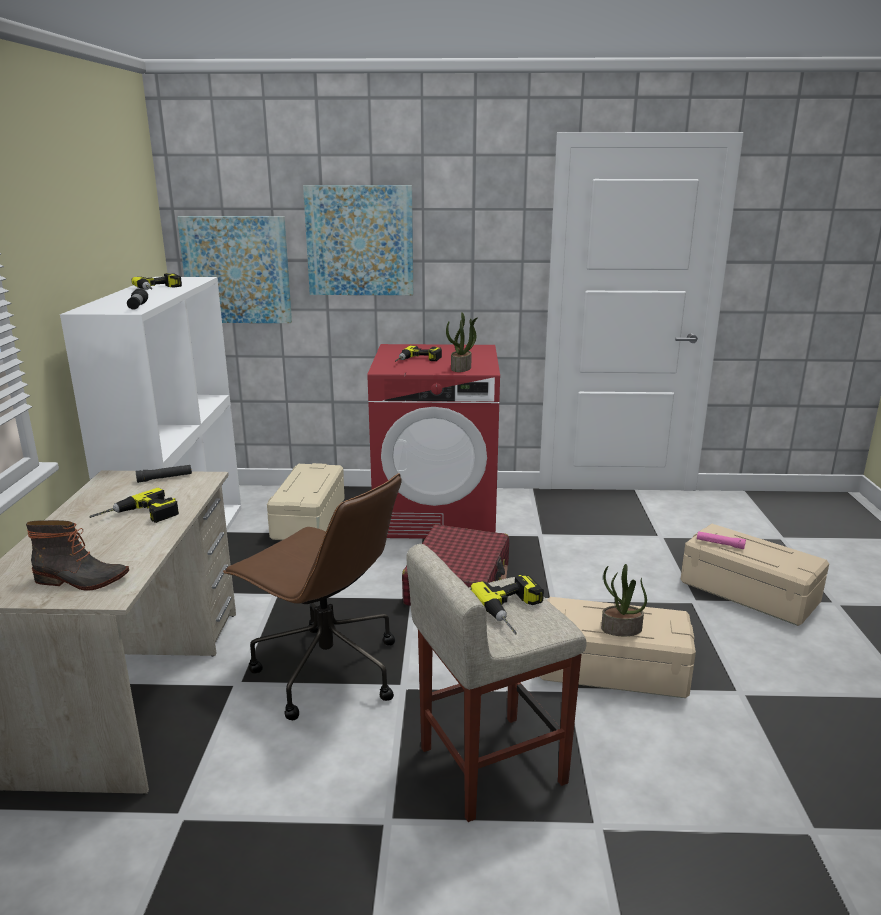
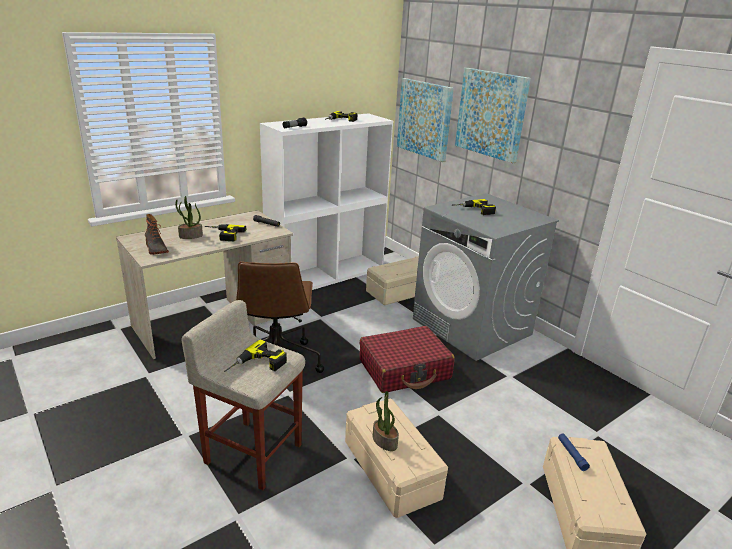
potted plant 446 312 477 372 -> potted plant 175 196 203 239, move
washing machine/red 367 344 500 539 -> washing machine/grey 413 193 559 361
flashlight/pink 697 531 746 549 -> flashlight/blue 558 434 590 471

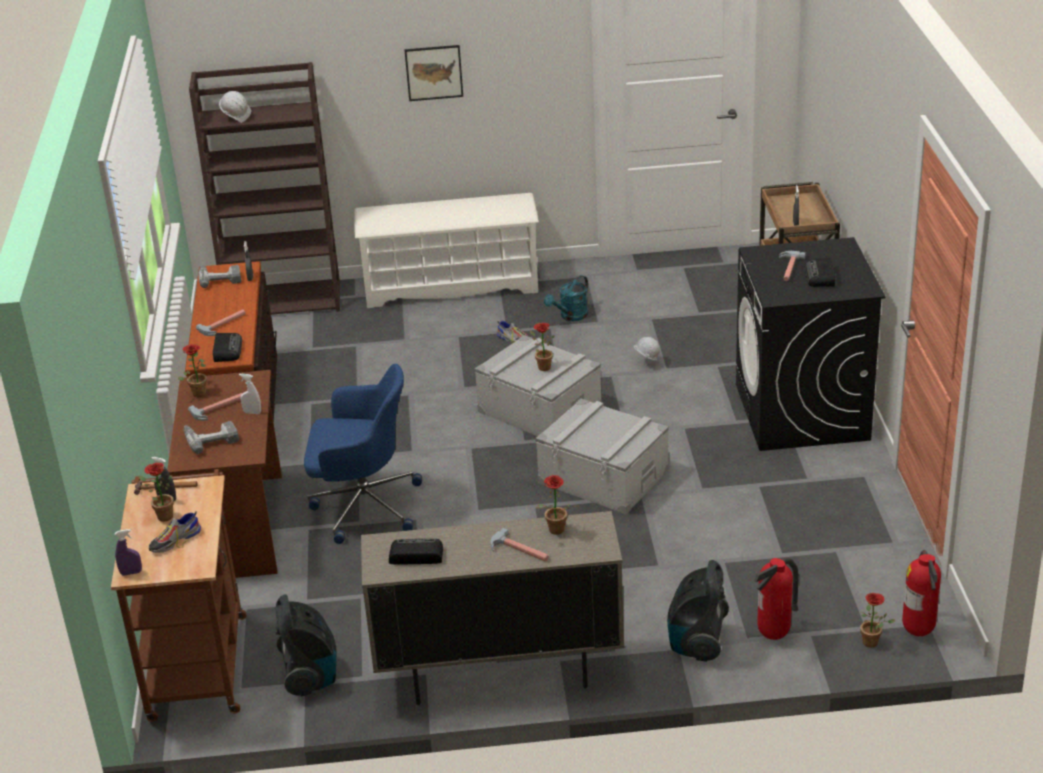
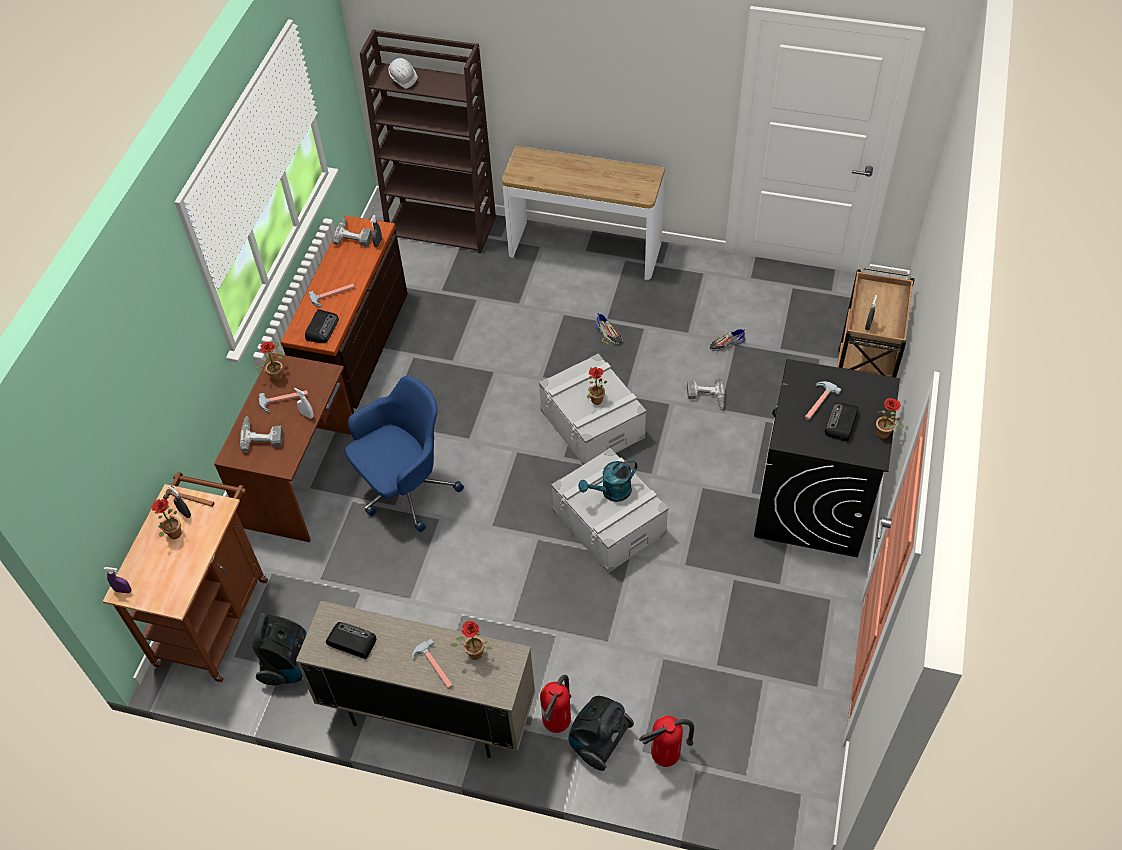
picture 404 45 463 101 -> none
shoe 148 511 201 553 -> shoe 710 329 745 351, move
watering can/turquoise 544 275 588 321 -> watering can/turquoise 578 459 637 502, move
potted plant 860 593 895 647 -> potted plant 876 398 904 439, move
fire extinguisher 902 550 941 636 -> fire extinguisher 540 675 571 733, move
shoe rack/white 354 193 539 308 -> console table 502 146 665 280
hard hat/white 633 337 660 361 -> power drill 687 378 725 409
office chair/blue 304 364 422 544 -> office chair/blue 345 376 464 532, 60 degrees counterclockwise

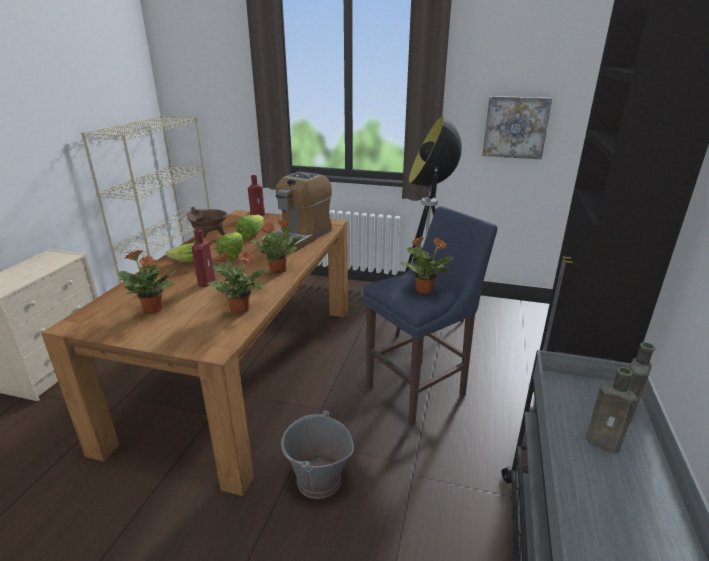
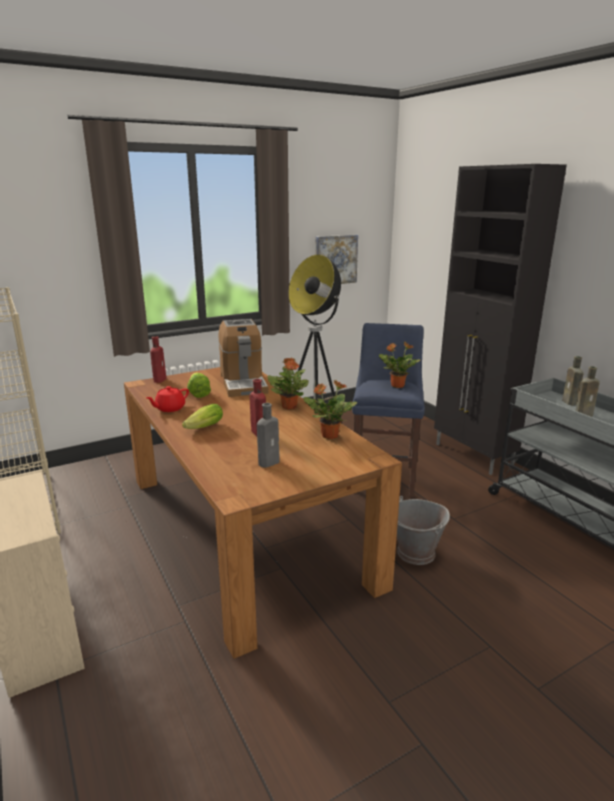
lettuce 216 232 244 260 -> none
potted plant 118 250 176 314 -> bottle/grey 257 403 280 468
cooking pot/brown 187 207 228 238 -> teapot/red 146 386 189 412

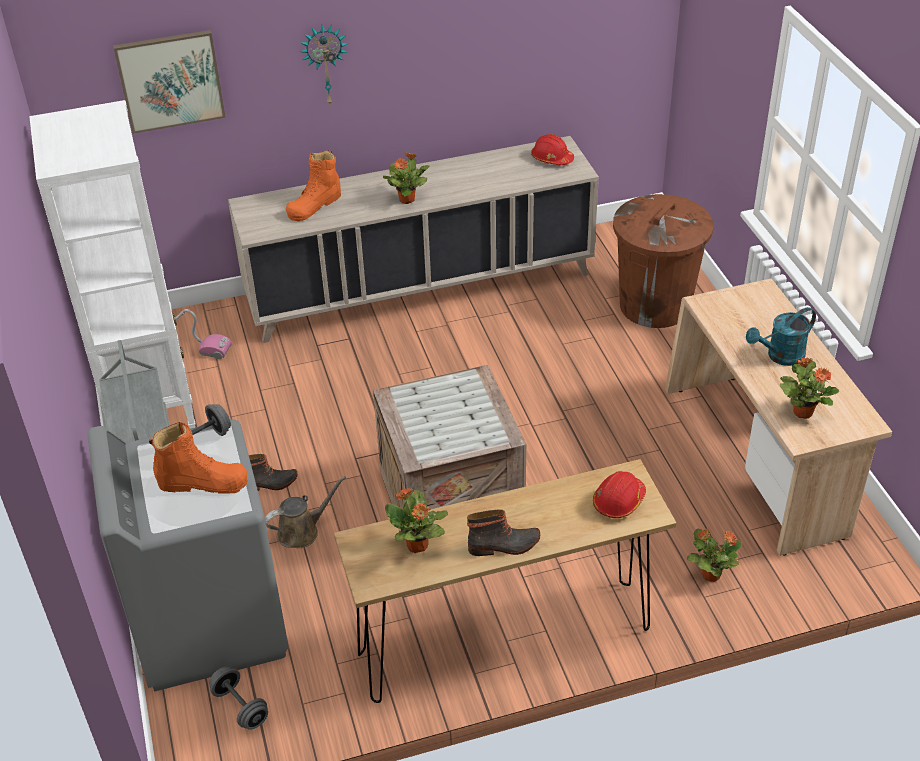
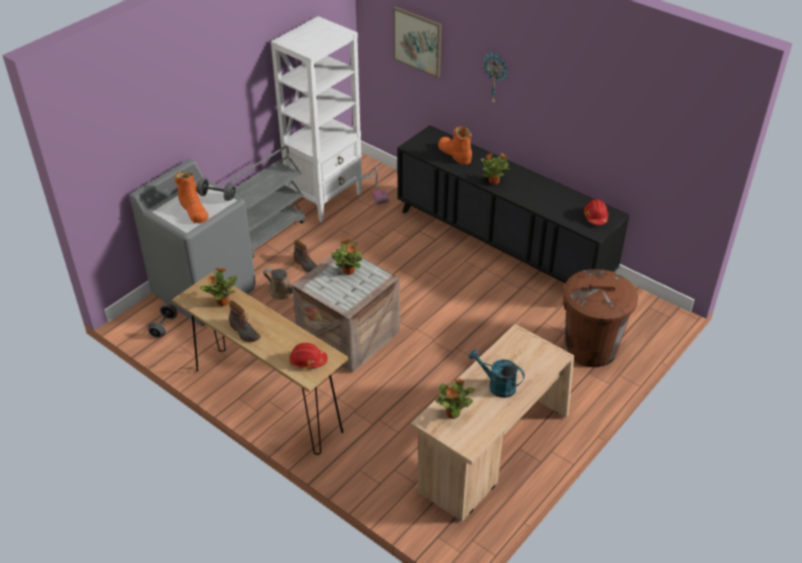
potted plant 687 529 742 582 -> potted plant 331 239 362 275, move
cabinet/beige 228 136 599 343 -> cabinet/black 397 125 629 283
boot/orange 286 150 341 221 -> boot/orange 438 126 472 165, 45 degrees clockwise

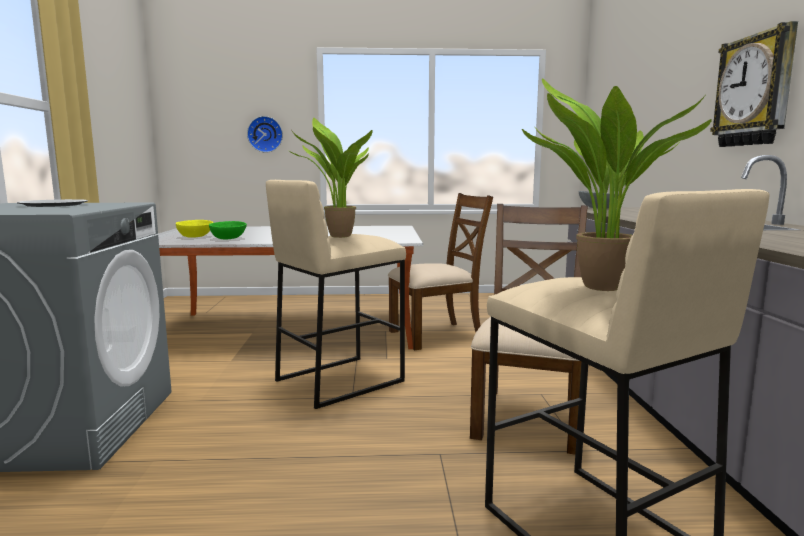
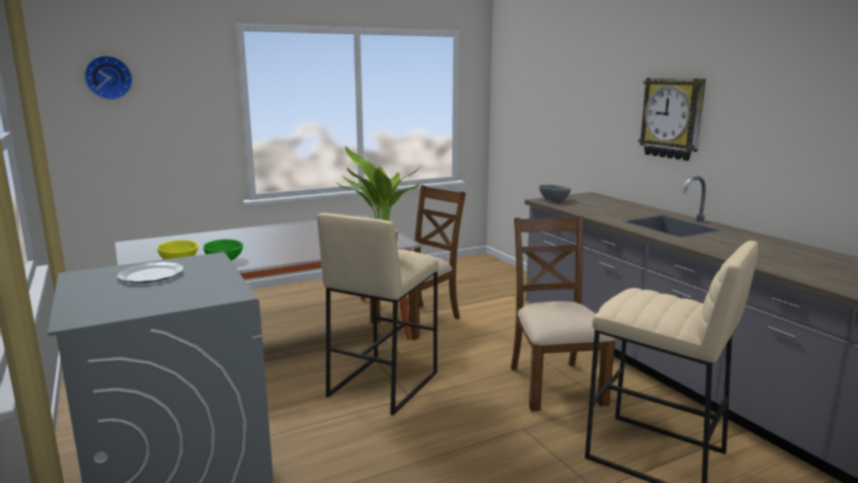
potted plant 522 78 712 291 -> none
wall clock 247 116 283 153 -> wall clock 84 55 133 100, move

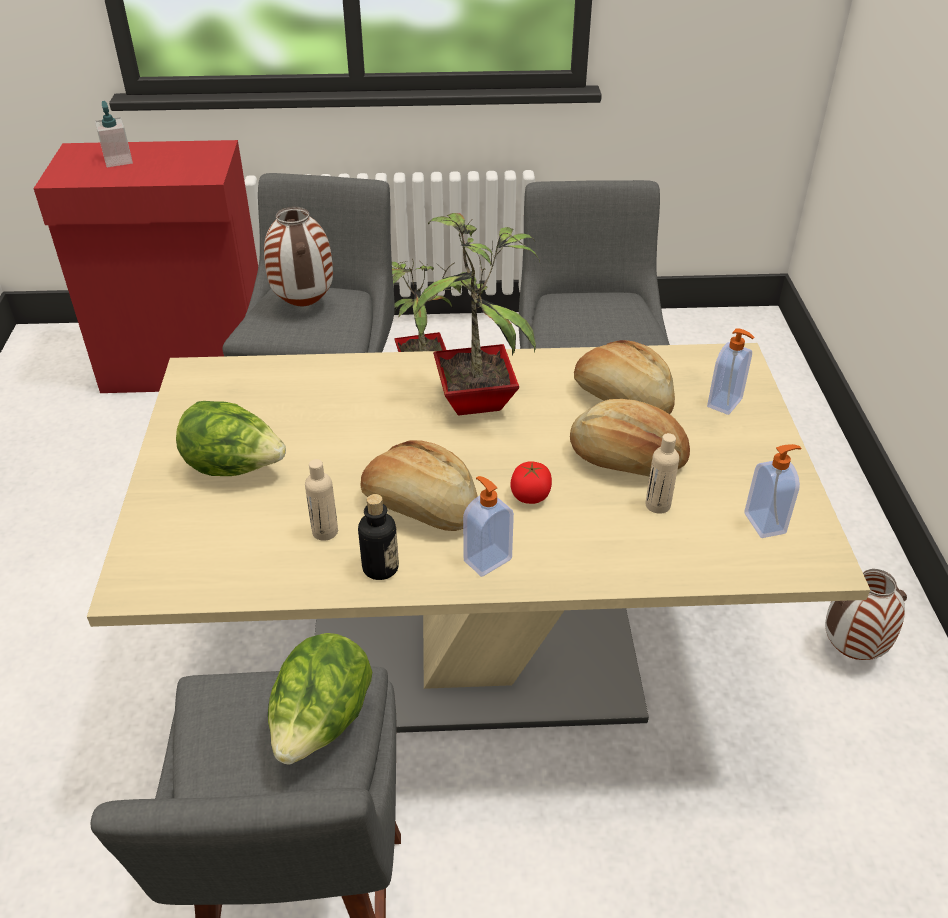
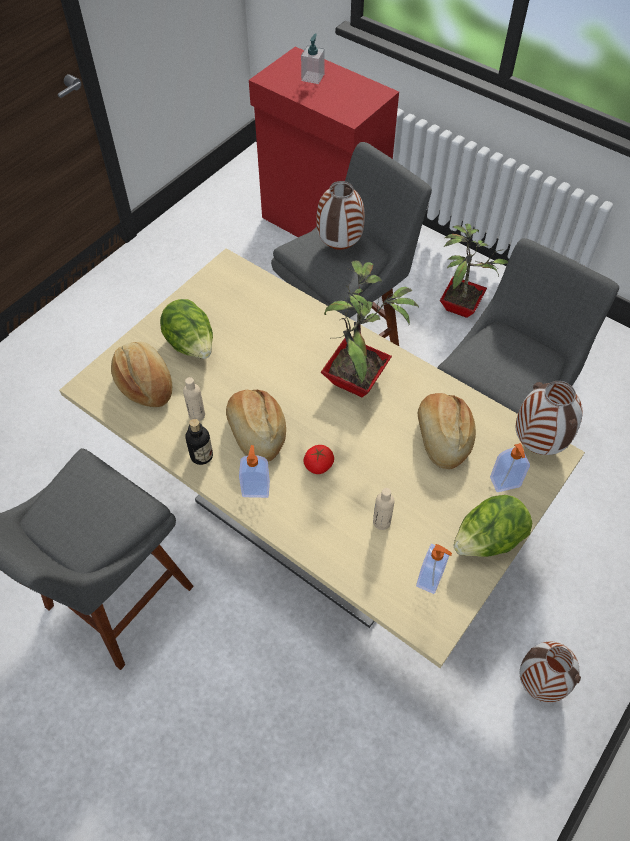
none -> vase 516 381 583 455
lettuce 268 633 372 765 -> lettuce 454 495 532 557, move
bread 570 399 690 476 -> bread 111 342 172 407, move

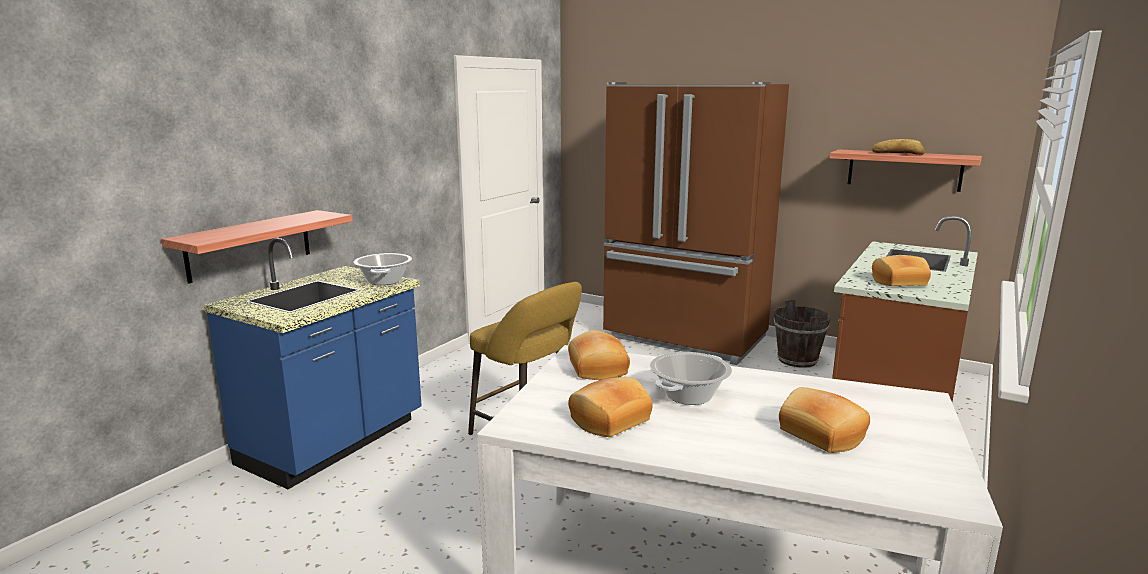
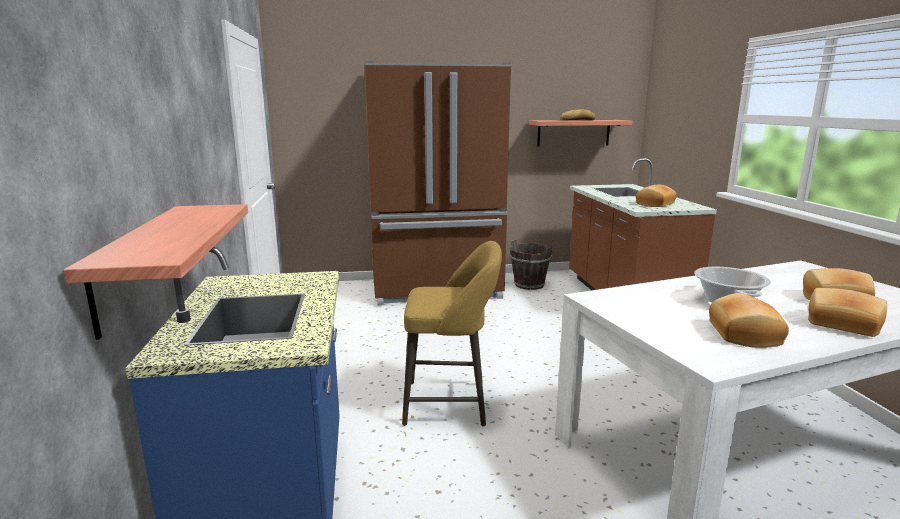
cooking pot 353 253 412 285 -> none
bread 568 330 630 380 -> bread 808 288 887 337, move

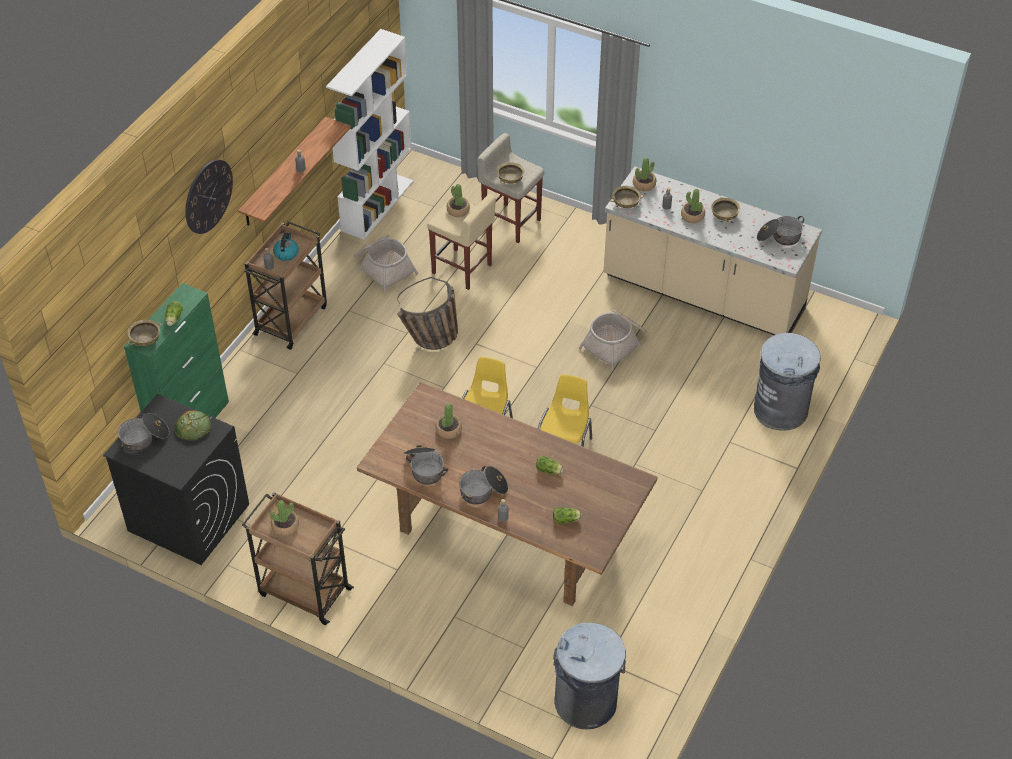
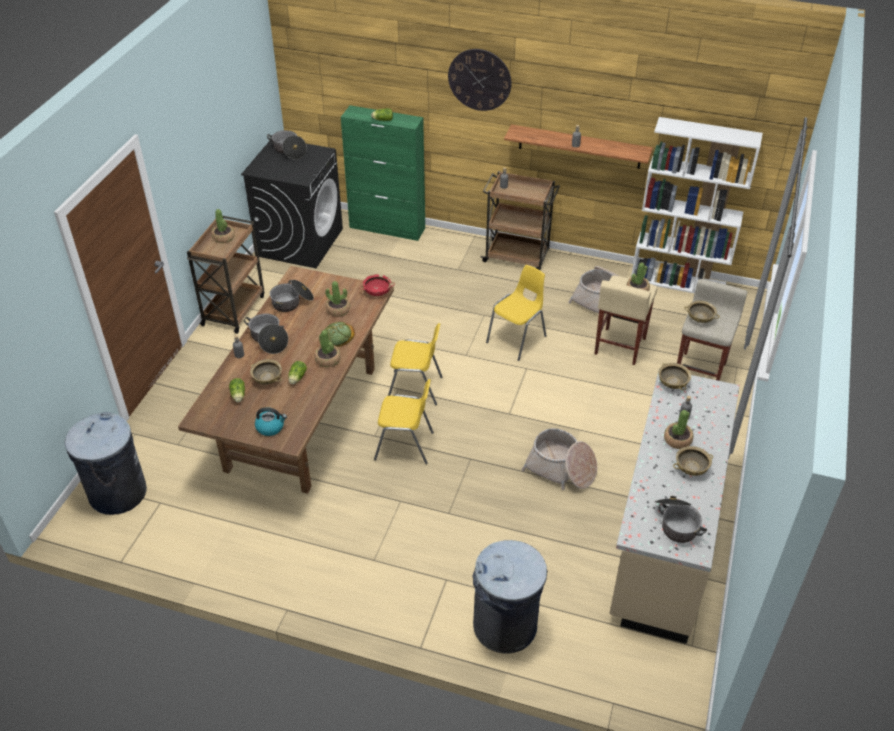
none -> bowl/red 359 274 395 296
bowl/beige 127 320 161 346 -> bowl/beige 250 359 282 385, move
bread 175 411 212 441 -> bread 324 322 355 347, move
kettle 273 232 299 261 -> kettle 255 407 287 436, move
potted plant 633 158 656 191 -> potted plant 315 330 341 367, move
basket 397 277 458 350 -> chair/yellow 486 265 546 361

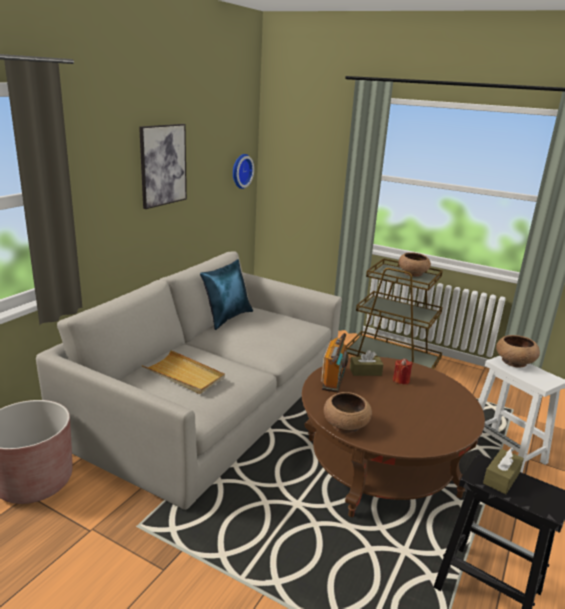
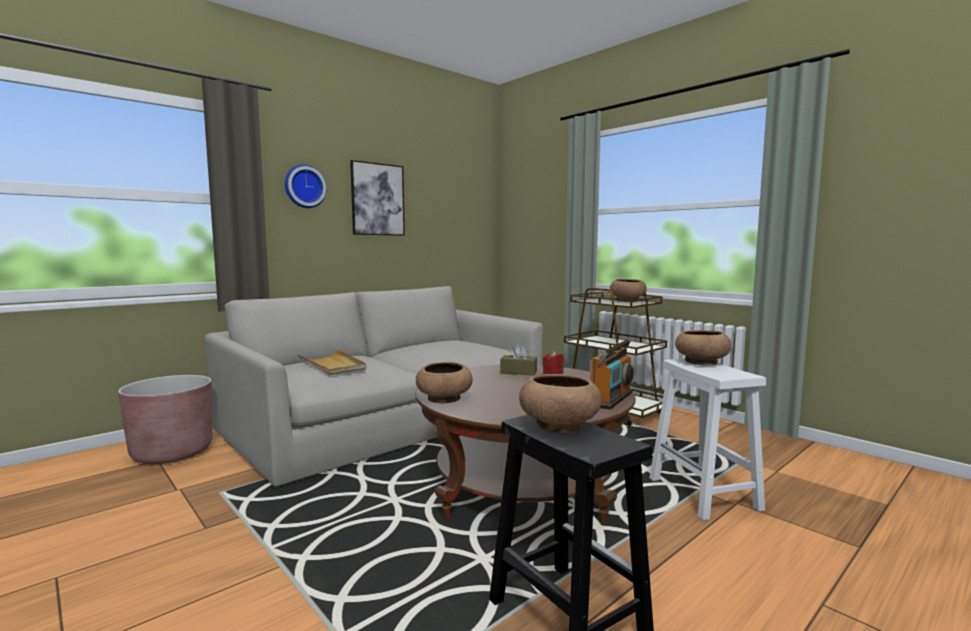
pillow/blue 200 259 253 330 -> none
wall clock 233 154 254 189 -> wall clock 285 164 327 208, move
radio 321 333 349 393 -> radio 590 340 634 410, move
tissue box/brown 483 448 524 494 -> bowl/brown 519 374 602 433

